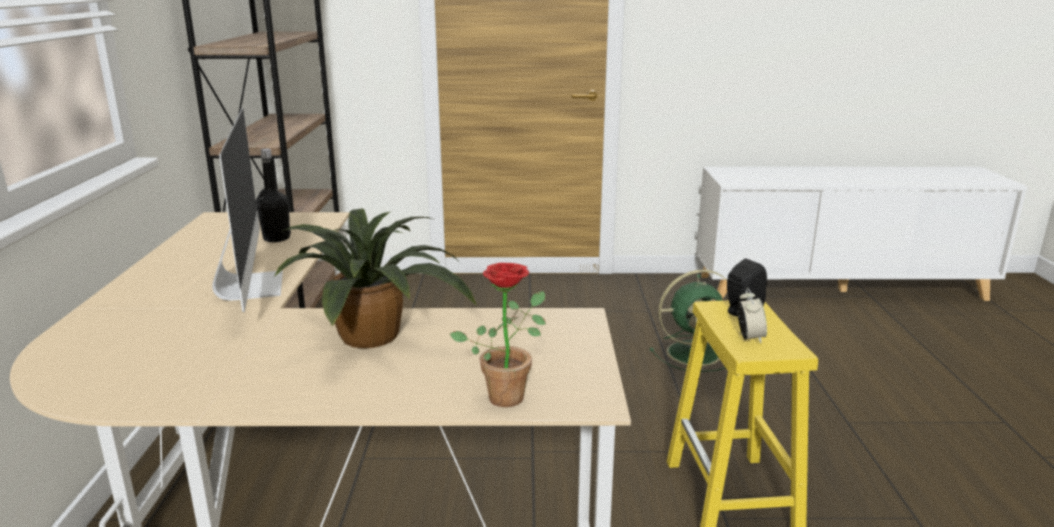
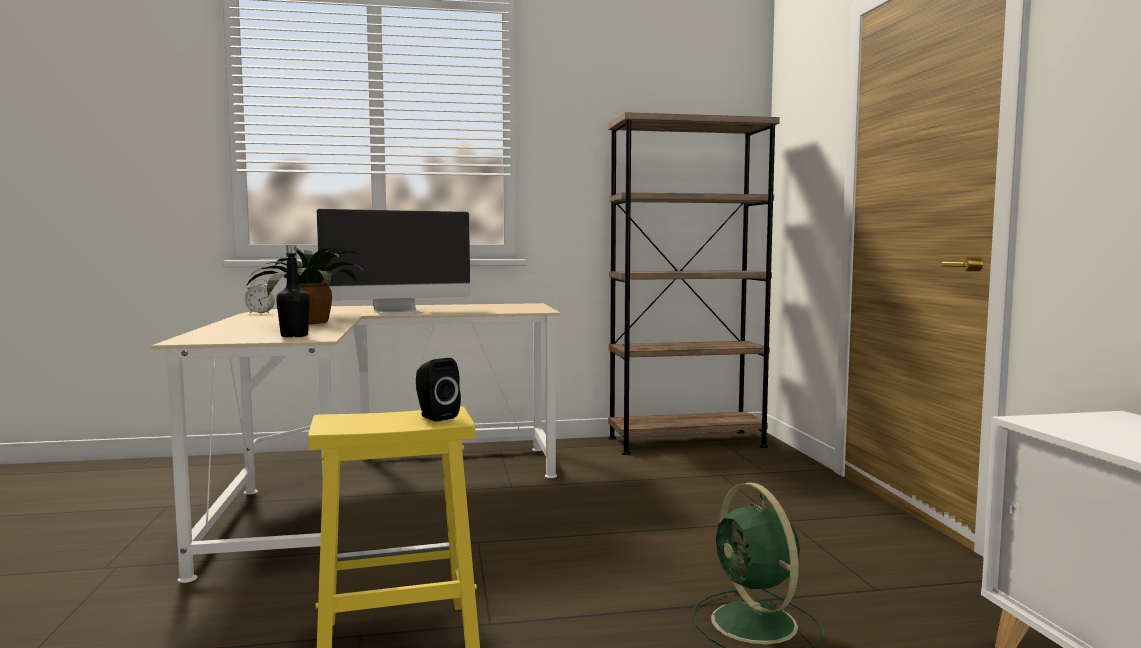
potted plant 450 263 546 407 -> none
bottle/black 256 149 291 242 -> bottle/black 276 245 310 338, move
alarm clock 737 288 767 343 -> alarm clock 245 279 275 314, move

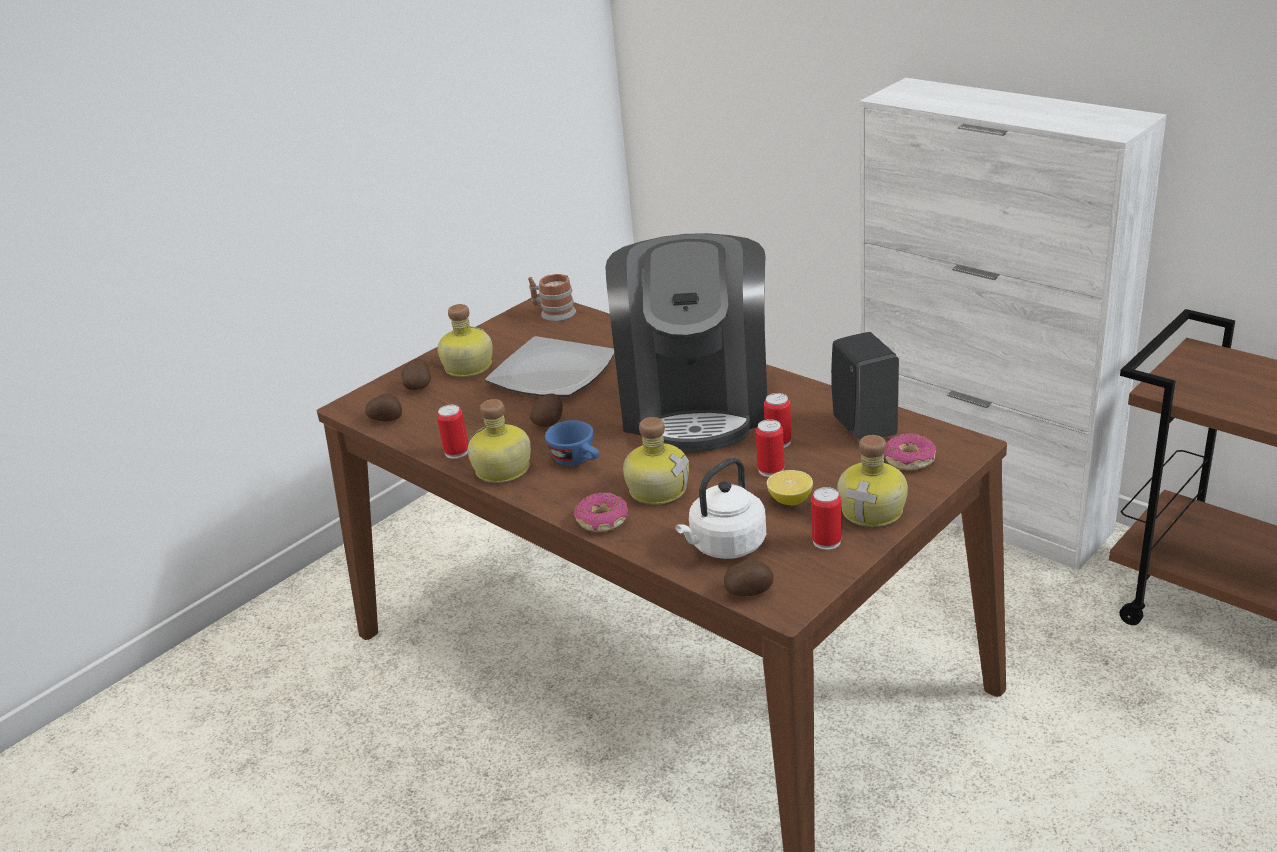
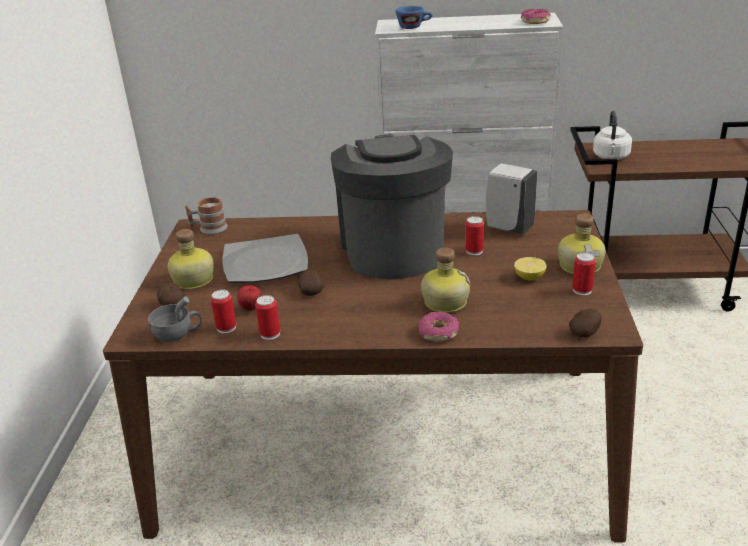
bottle 468 399 531 483 -> none
none -> apple 237 285 262 311
cup/blue 545 420 600 466 -> cup/blue 396 6 433 29, move
kettle/white 675 457 766 559 -> kettle/white 593 111 632 160, move
can 756 419 785 477 -> can 211 289 236 333, move
donut 884 433 937 470 -> donut 521 9 551 24, move
potato 365 393 402 422 -> cup/grey 148 296 202 342
soap dispenser/black 831 332 899 441 -> soap dispenser/white 486 163 537 234
coffee machine 605 233 767 453 -> coffee machine 331 134 453 279, 150 degrees counterclockwise

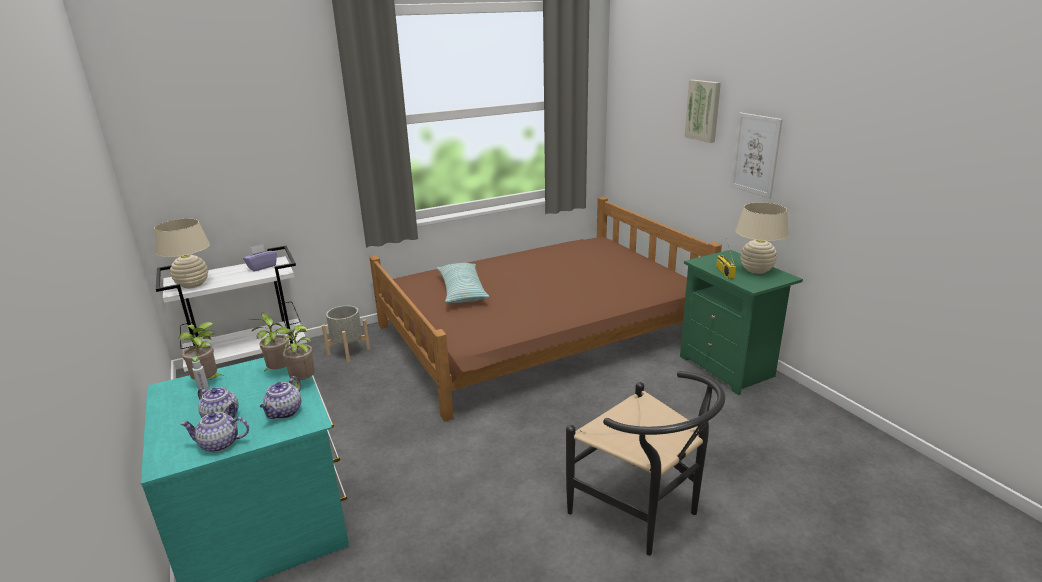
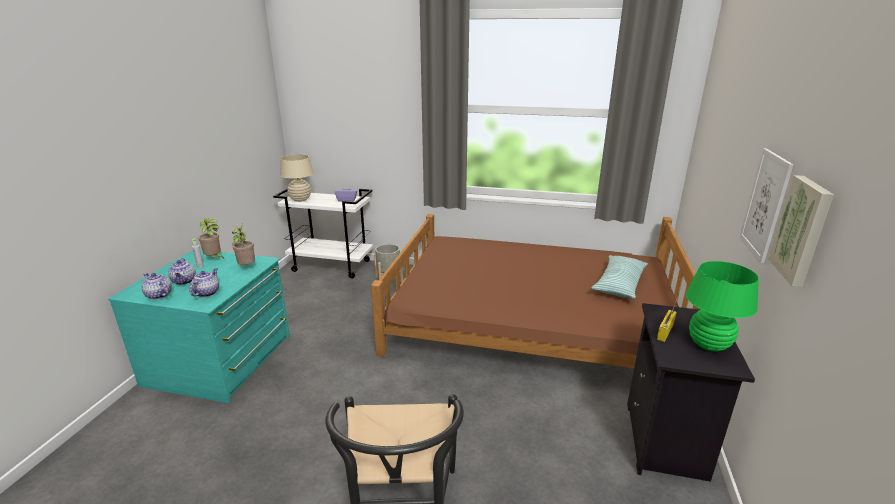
potted plant 275 325 315 387 -> none
pillow 437 263 489 303 -> pillow 591 255 648 299, move
picture 684 80 721 143 -> picture 768 175 834 287, move
nightstand/green 680 250 803 395 -> nightstand/black 627 303 755 482
table lamp/beige 736 202 789 274 -> table lamp/green 686 261 759 351
teapot 260 376 301 419 -> teapot 189 268 219 297, 135 degrees clockwise

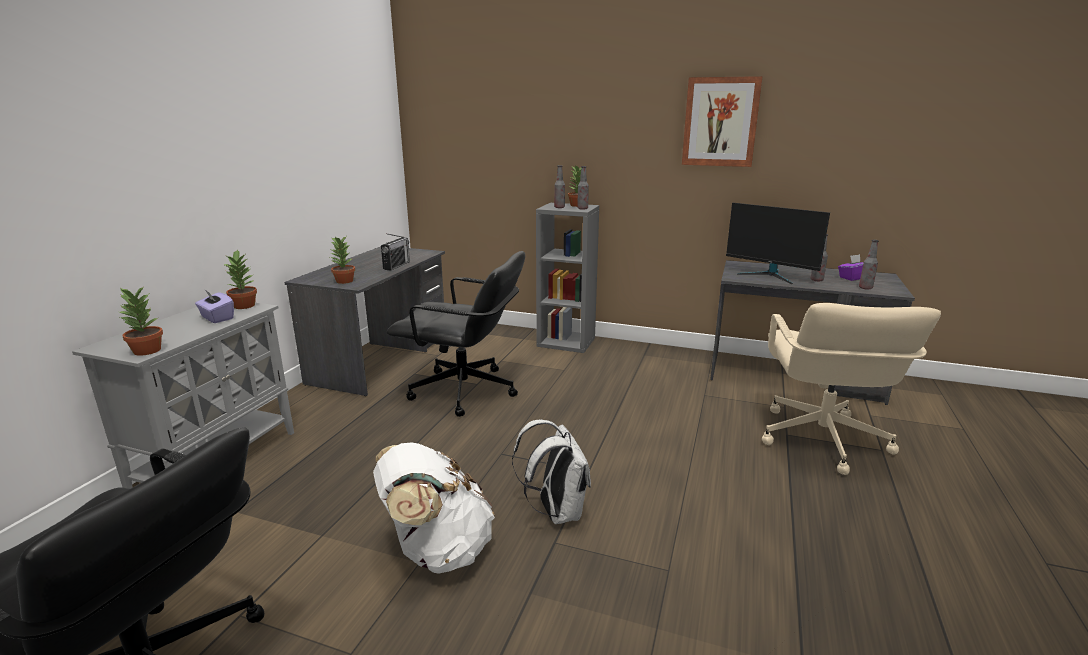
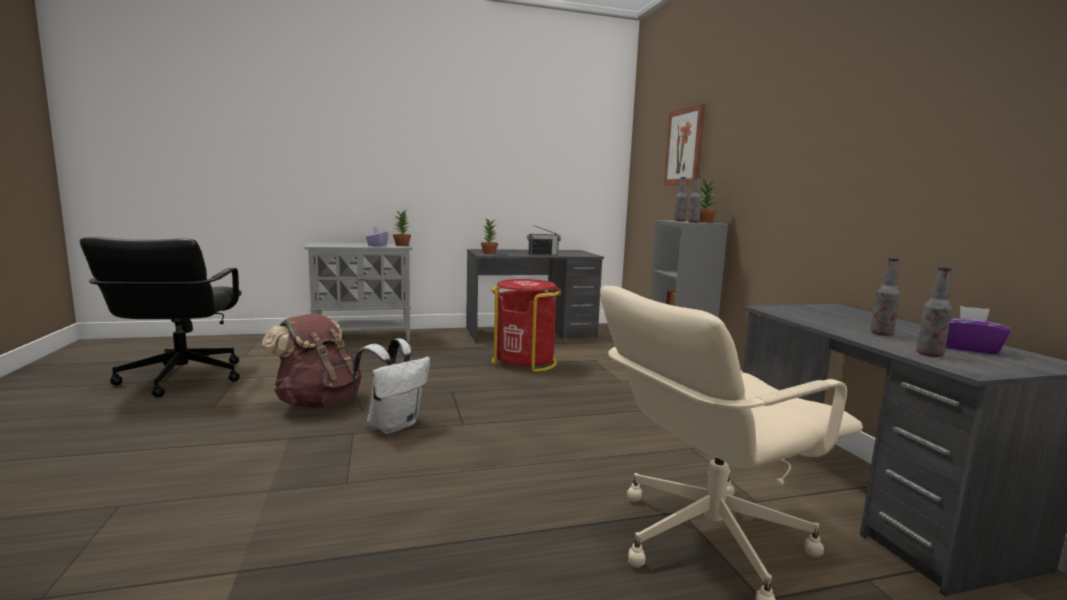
potted plant 119 287 163 356 -> none
monitor 726 203 830 284 -> none
picture 682 76 763 167 -> picture 664 104 706 185, move
office chair/black 387 251 525 417 -> trash can/red 491 279 562 372
backpack/white 373 442 495 574 -> backpack/brown 262 313 362 408

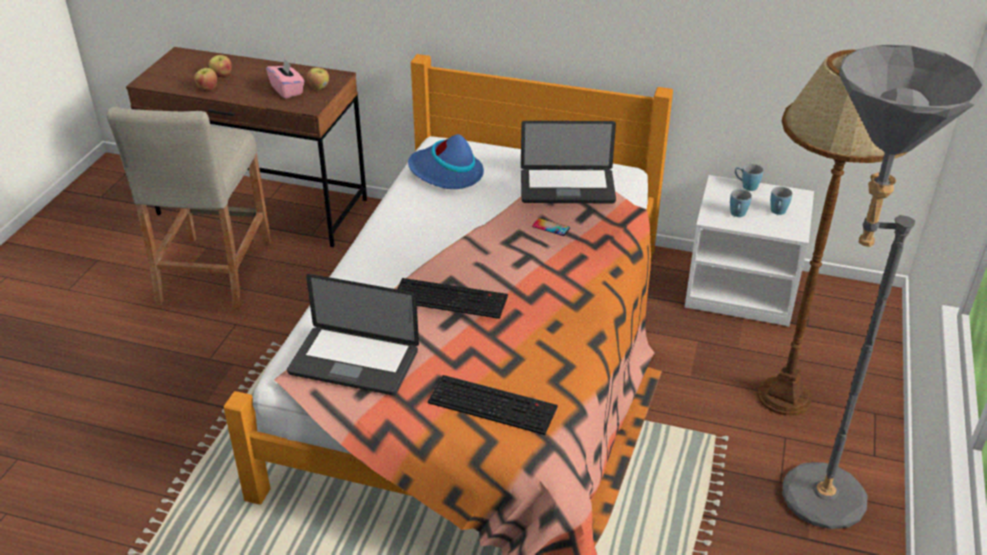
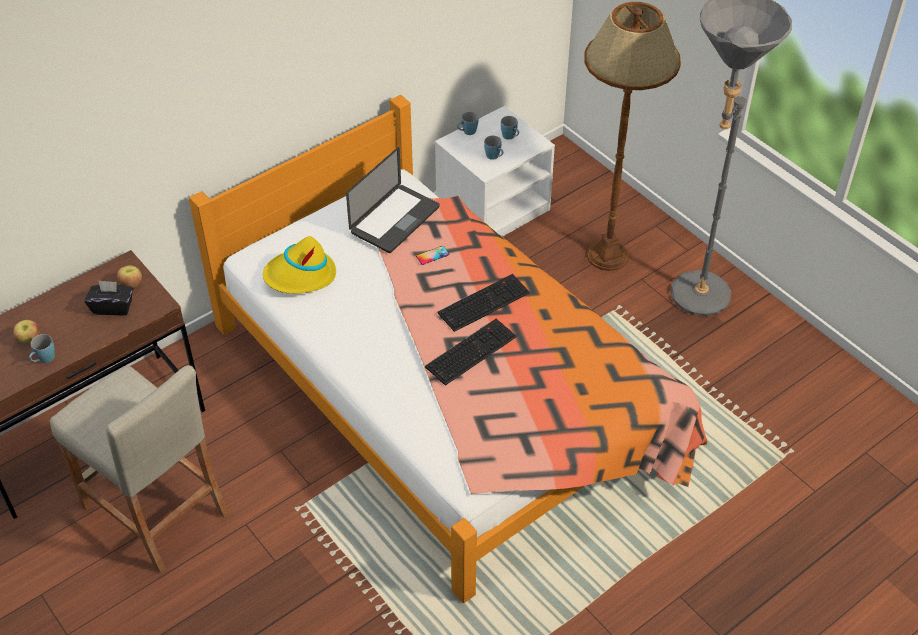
laptop 287 274 419 395 -> none
keyboard 428 375 558 435 -> keyboard 437 274 530 332, move
apple 194 68 217 91 -> mug/blue 29 334 55 363
tissue box/pink 266 59 305 99 -> tissue box/black 84 280 133 315
hat/blue 408 134 484 189 -> hat/yellow 263 236 336 294

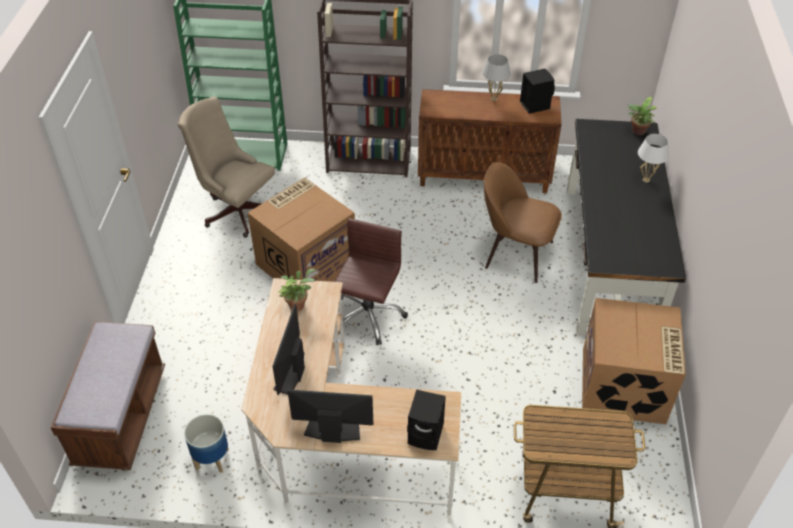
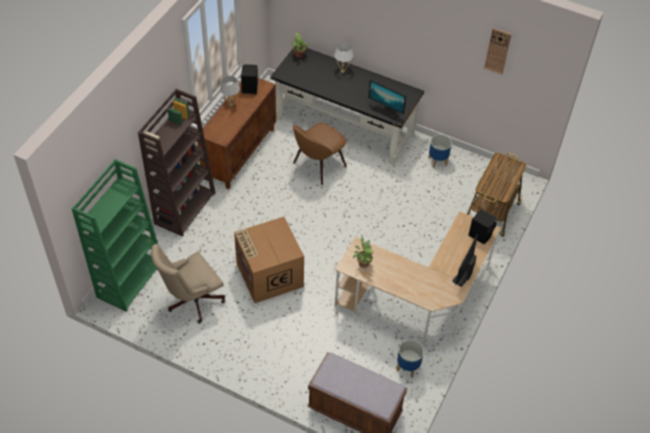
office chair/brown 334 218 408 345 -> none
none -> wall clock 484 28 512 74
monitor 272 304 305 395 -> monitor 368 79 406 120, move
cardboard box 582 298 686 424 -> planter 428 134 452 168

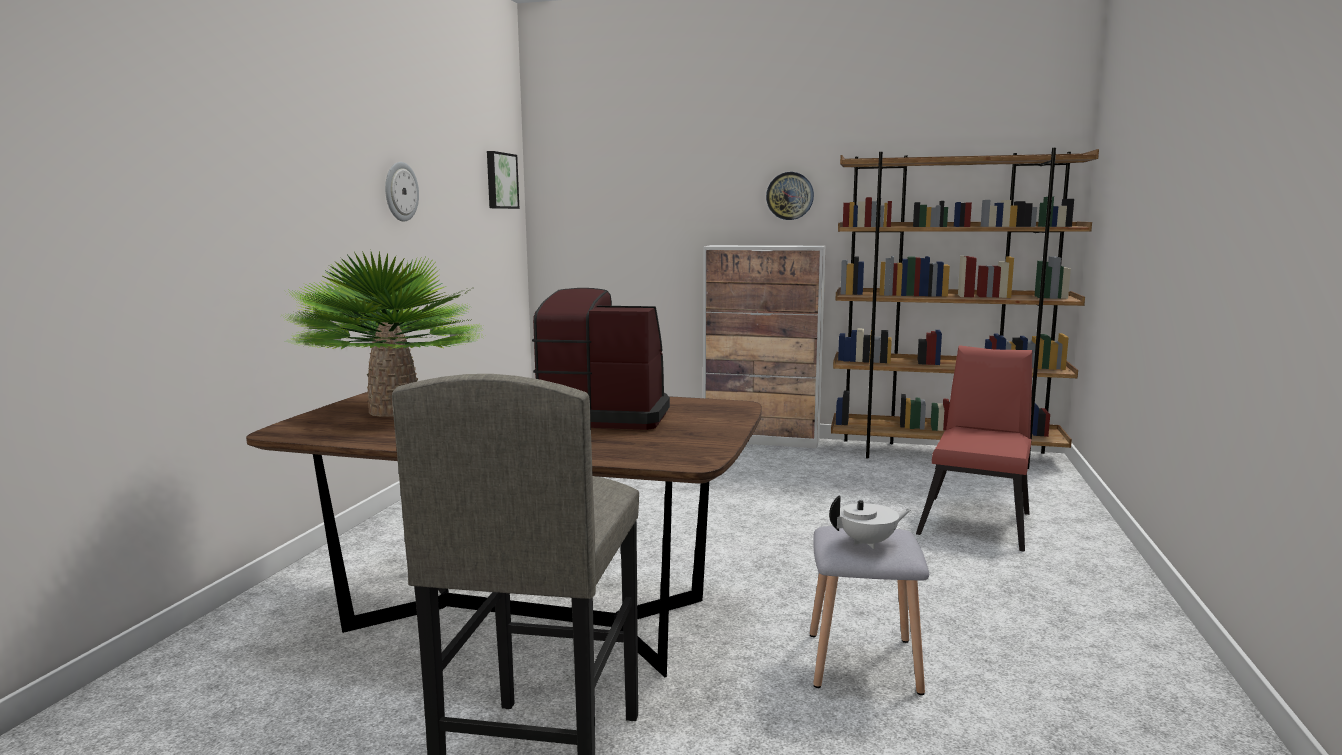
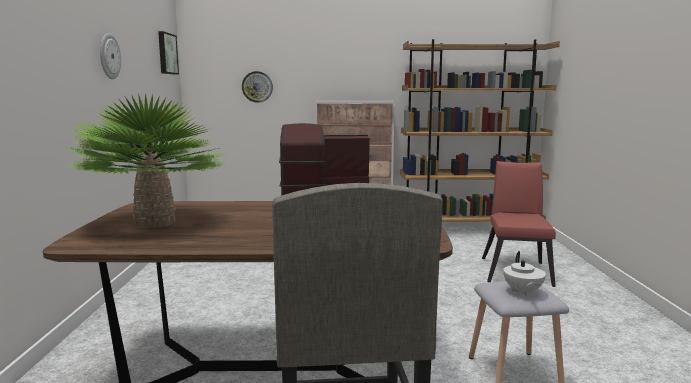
wall clock 766 172 814 220 -> wall clock 242 71 273 103, move
teapot/white 829 495 911 549 -> teapot/white 503 251 546 296, 120 degrees clockwise

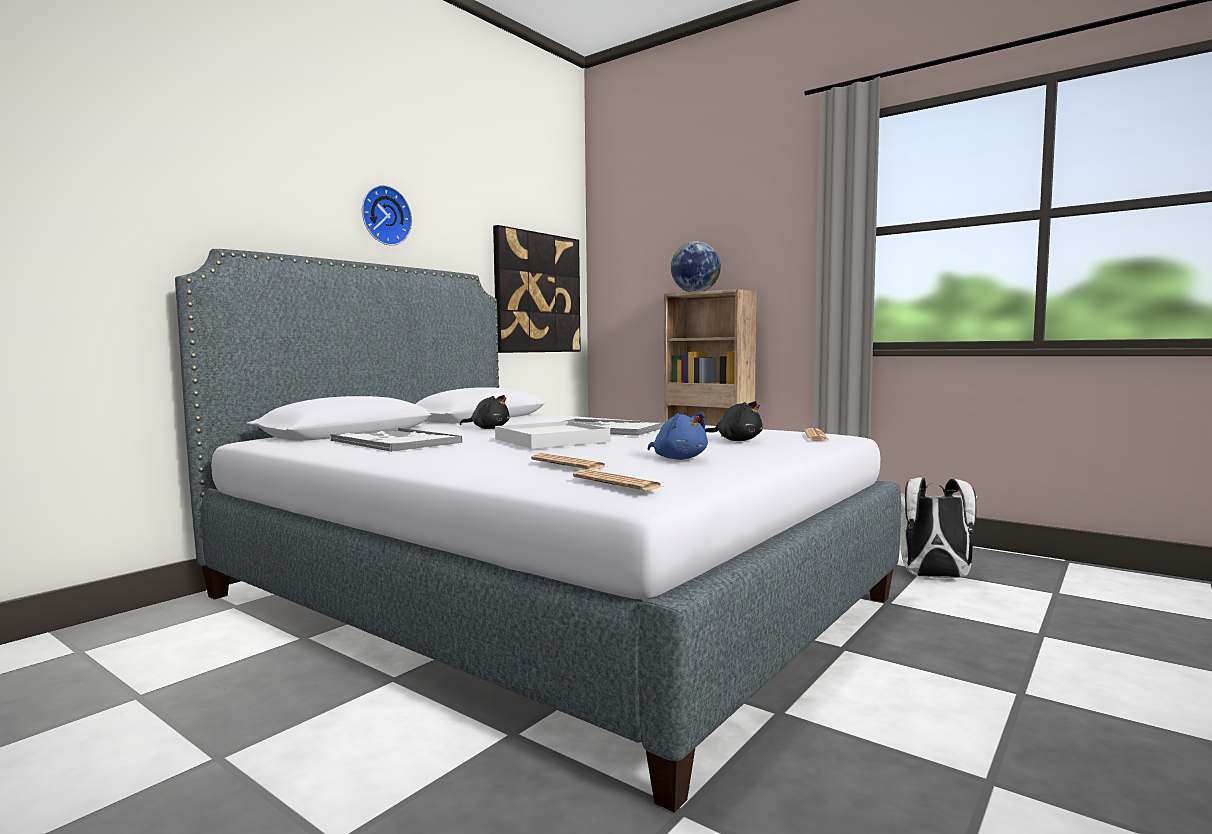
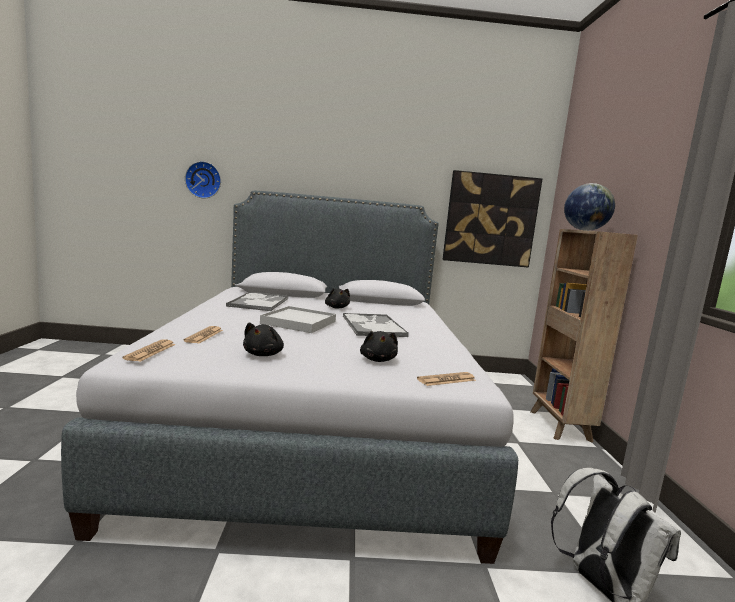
wall clock 362 185 412 246 -> wall clock 185 161 221 198, move
plush toy/blue 648 412 708 460 -> plush toy/black 243 322 284 356

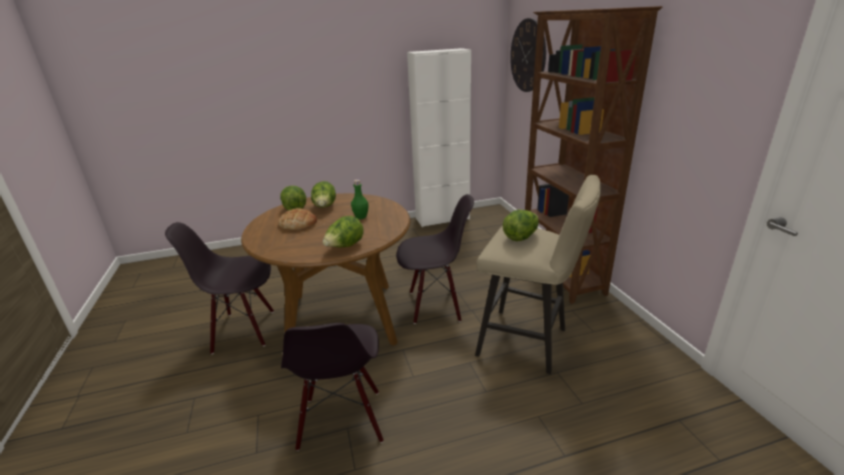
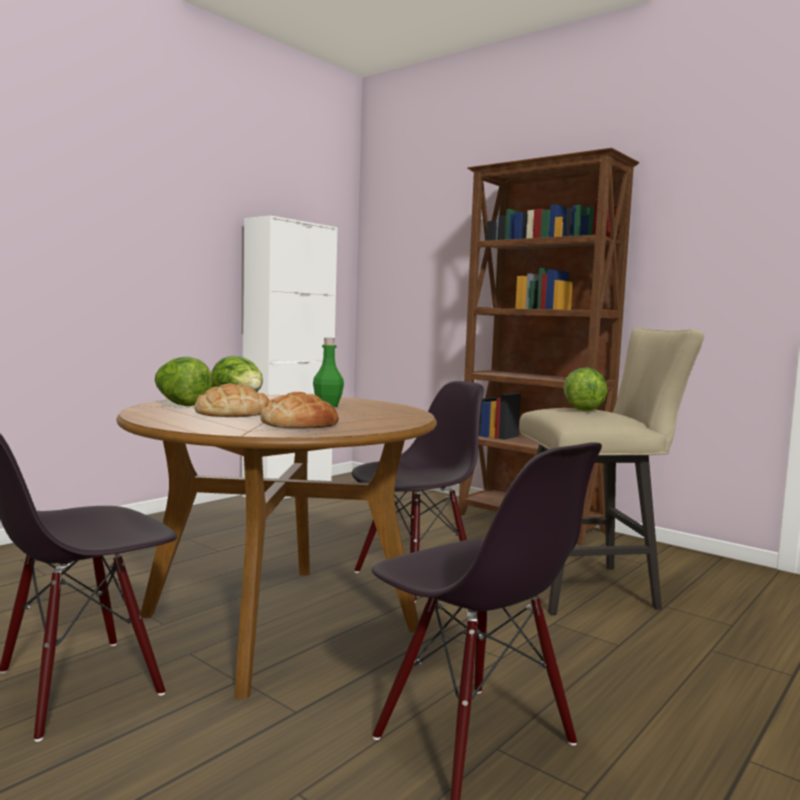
lettuce 323 216 364 247 -> none
wall clock 510 18 546 92 -> none
none -> bread 260 392 339 429

